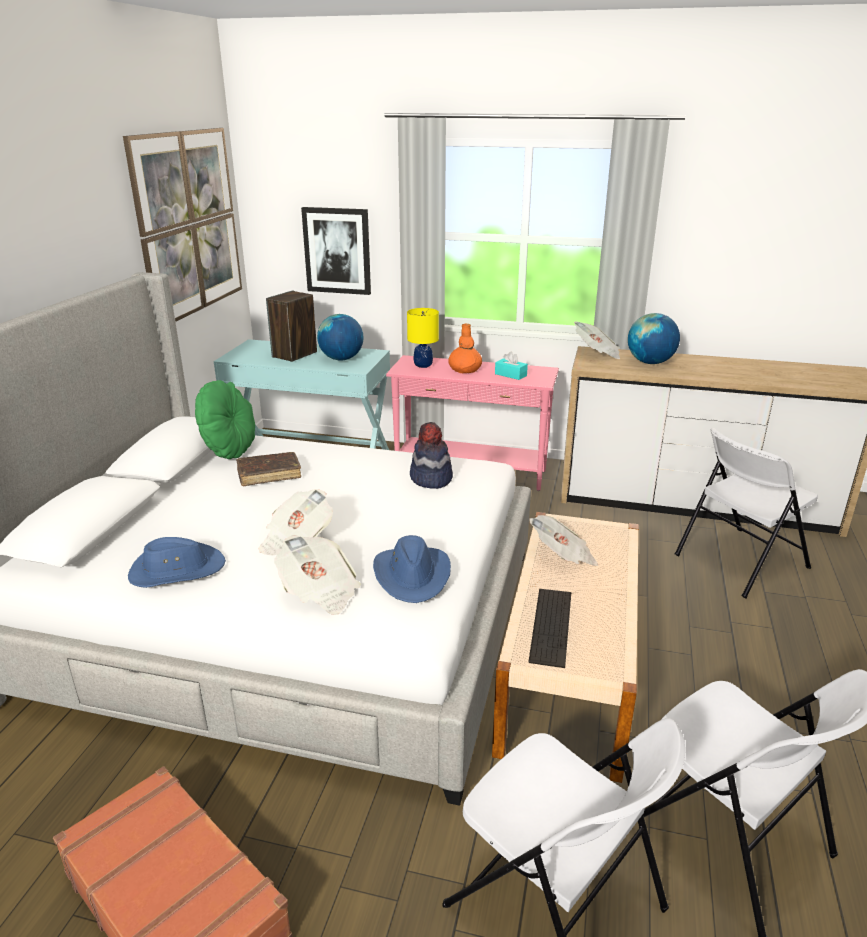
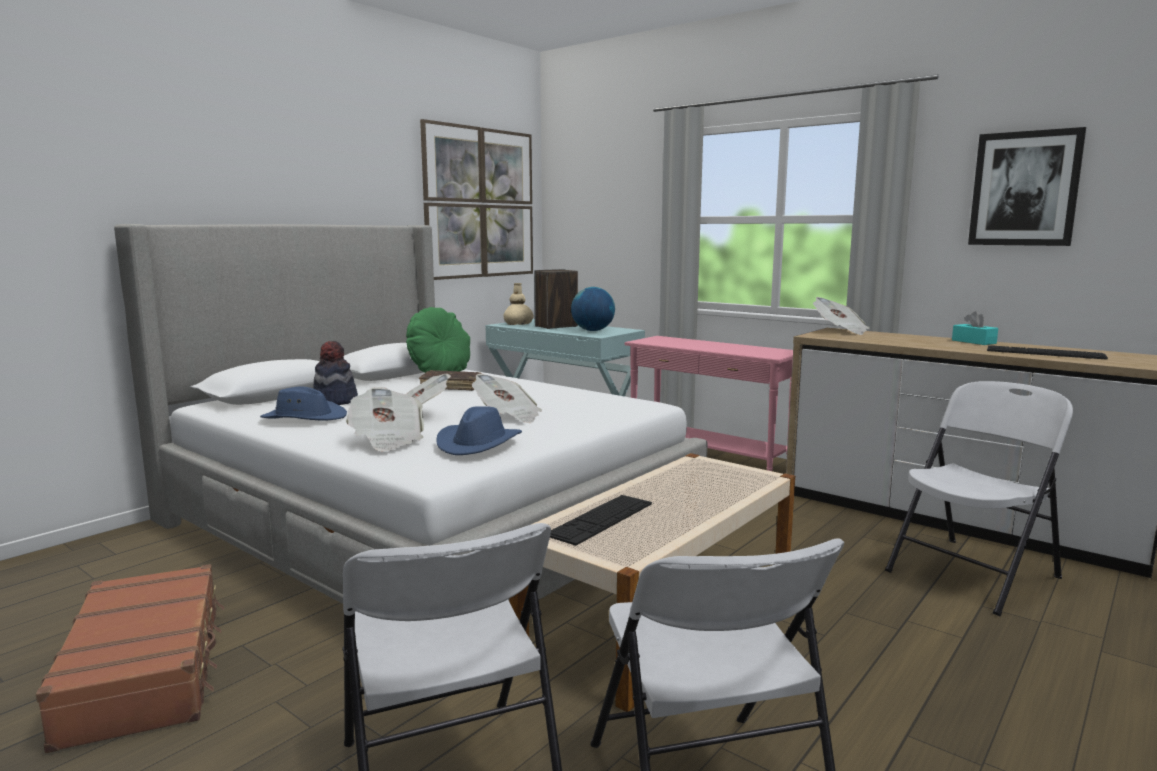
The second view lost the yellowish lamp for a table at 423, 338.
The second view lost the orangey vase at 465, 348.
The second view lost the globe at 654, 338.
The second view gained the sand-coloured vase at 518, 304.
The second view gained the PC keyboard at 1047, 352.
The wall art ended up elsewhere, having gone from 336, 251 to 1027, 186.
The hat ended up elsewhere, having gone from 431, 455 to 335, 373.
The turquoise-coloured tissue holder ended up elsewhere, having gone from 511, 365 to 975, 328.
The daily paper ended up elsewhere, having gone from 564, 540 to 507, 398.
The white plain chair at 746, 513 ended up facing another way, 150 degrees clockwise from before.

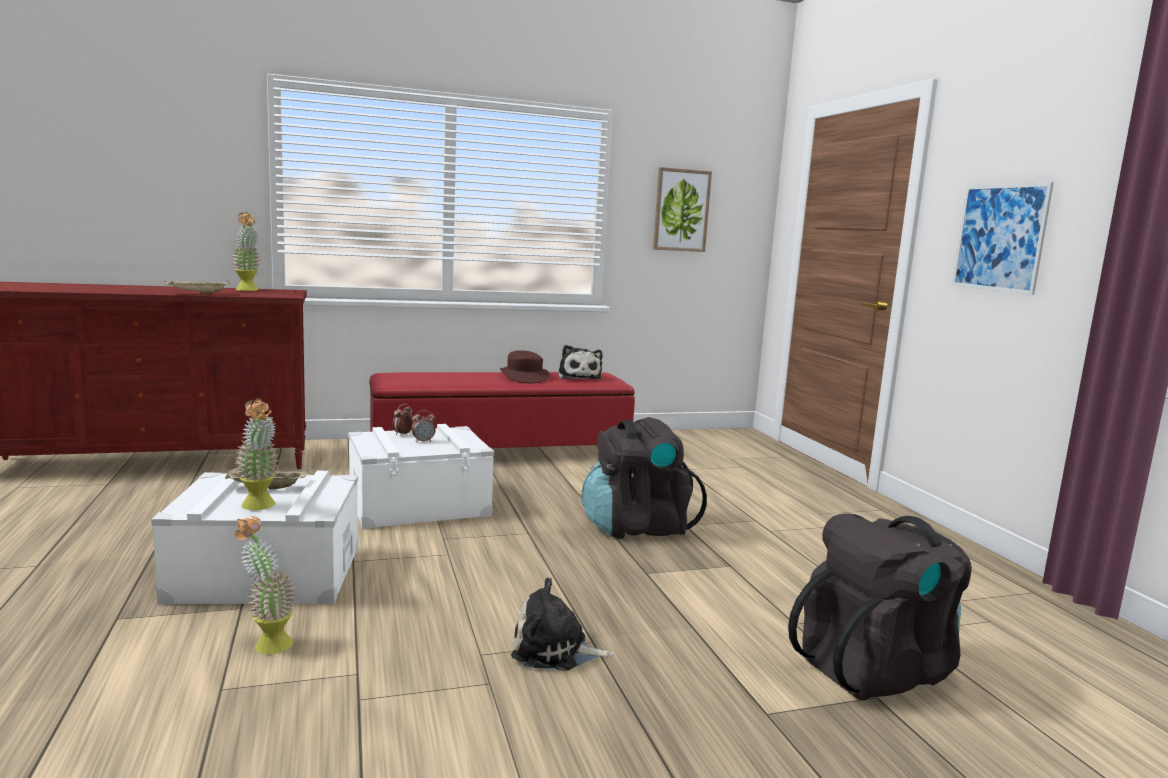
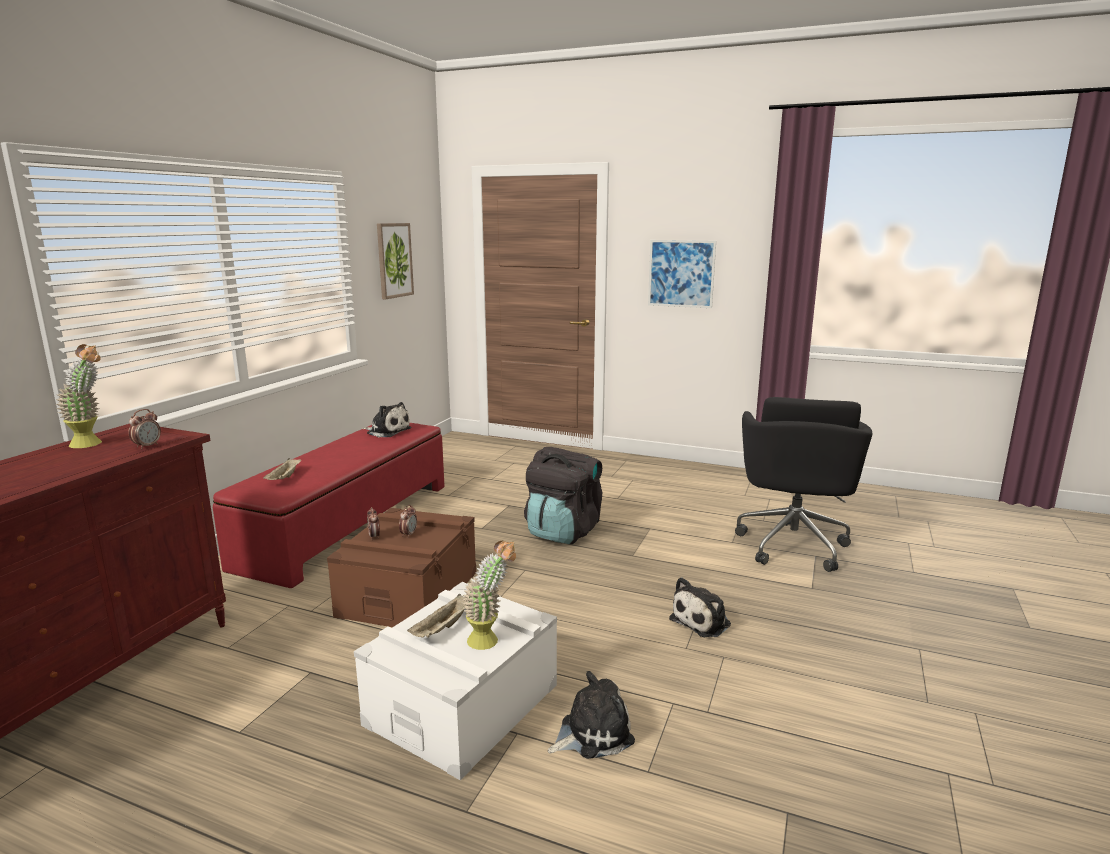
The second view lost the brownish hat at 524, 366.
The second view gained the table clock at 144, 429.
The sand-coloured tray ended up elsewhere, having gone from 197, 287 to 282, 469.
Where the plant in a pot stood at 265, 585, the plush toy came to stand at 591, 715.
Where the black backpack stood at 880, 606, the black office chair came to stand at 803, 484.
What was the white storage container at 421, 476 turned into the brownish storage container at 401, 567.

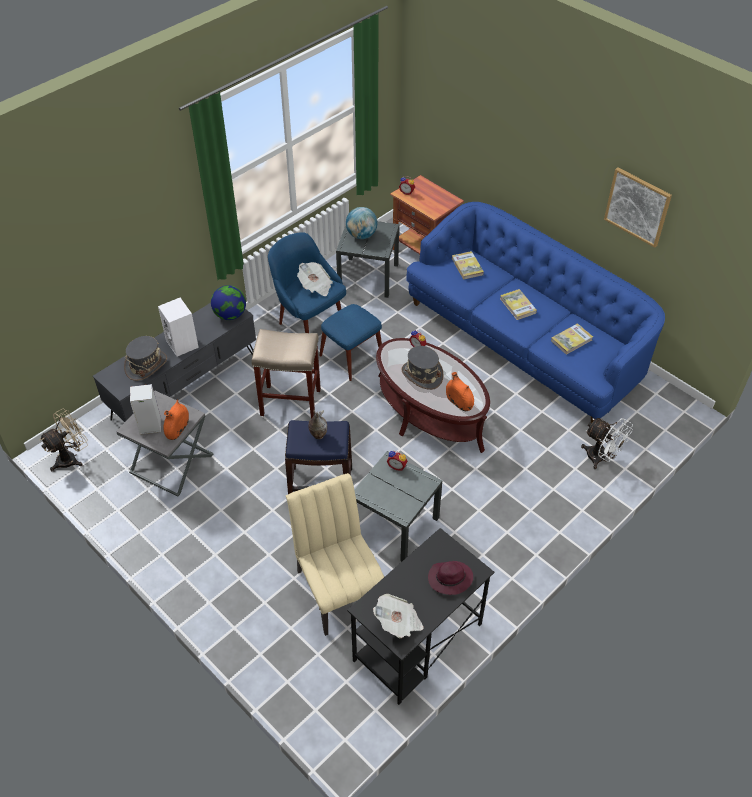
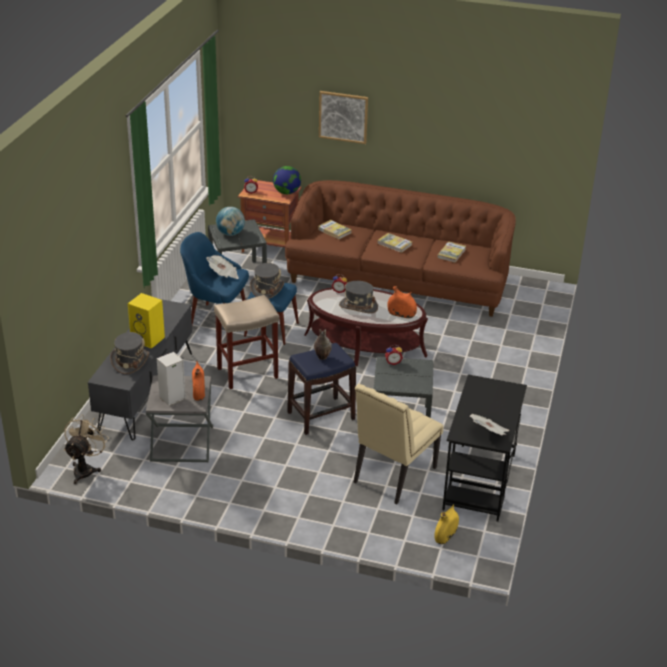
The second view lost the purplish hat at 450, 578.
The second view lost the white electric fan at 607, 443.
The second view gained the grey hat at 267, 281.
The second view gained the yellowish vase at 446, 524.
The globe ended up elsewhere, having gone from 228, 302 to 287, 180.
The wall art ended up elsewhere, having gone from 638, 207 to 343, 117.
What was the white speaker at 178, 327 turned into the yellowish speaker at 146, 321.
What was the bluish couch at 535, 312 turned into the brownish couch at 400, 248.
The sand-coloured plain chair at 335, 554 ended up facing another way, 90 degrees counterclockwise from before.

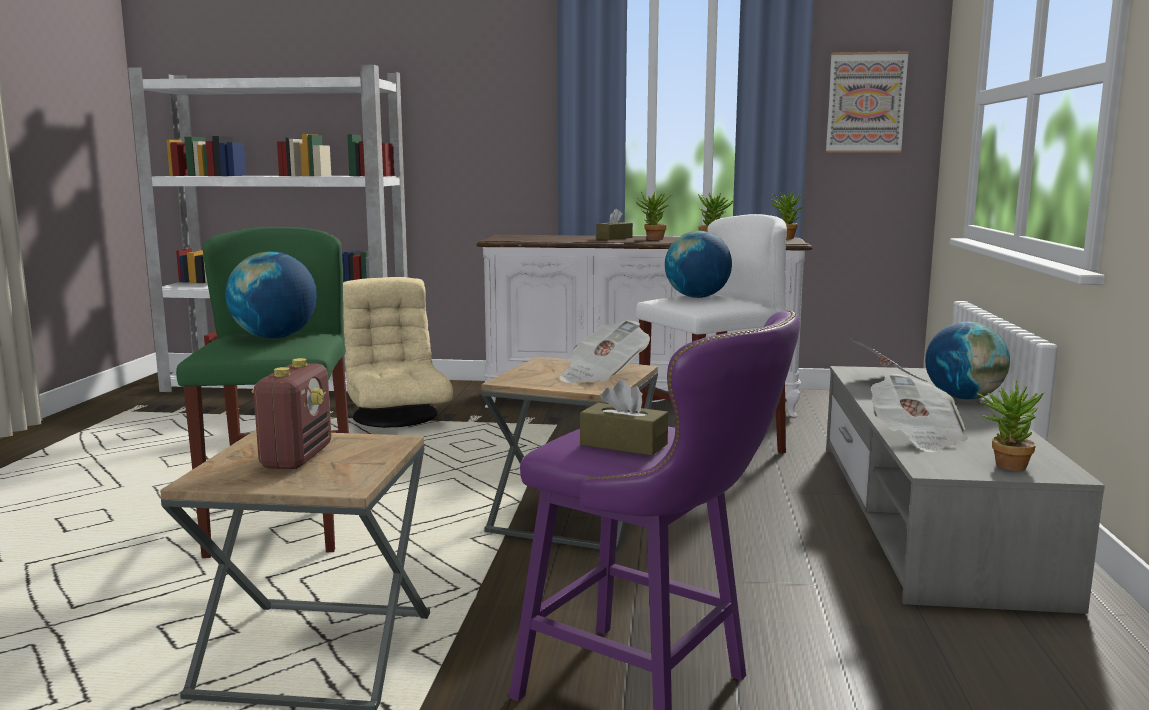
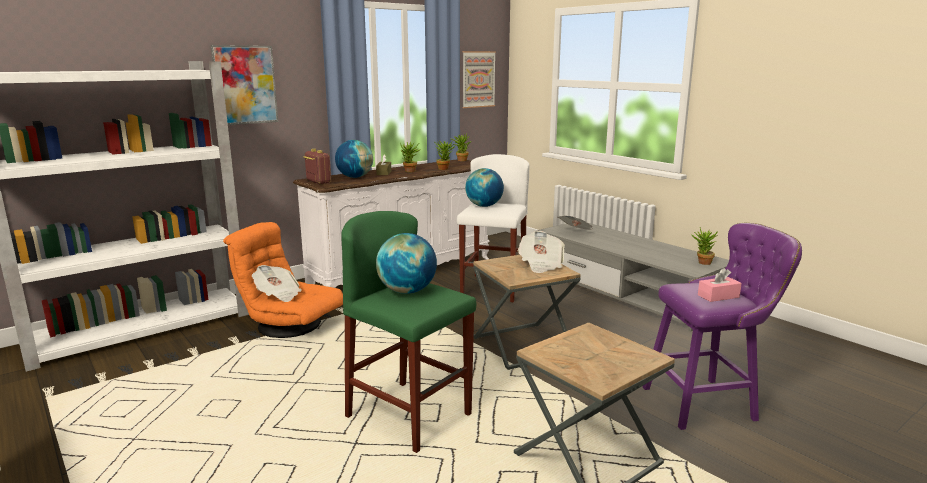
The second view gained the wall art at 244, 85.
The radio set ended up elsewhere, having gone from 291, 413 to 317, 166.
The daily paper ended up elsewhere, having gone from 919, 413 to 277, 283.
The globe ended up elsewhere, having gone from 967, 360 to 354, 159.
What was the sand-coloured armchair at 398, 352 turned into the orangey armchair at 283, 280.
What was the brownish tissue holder at 624, 418 turned into the pinkish tissue holder at 720, 285.

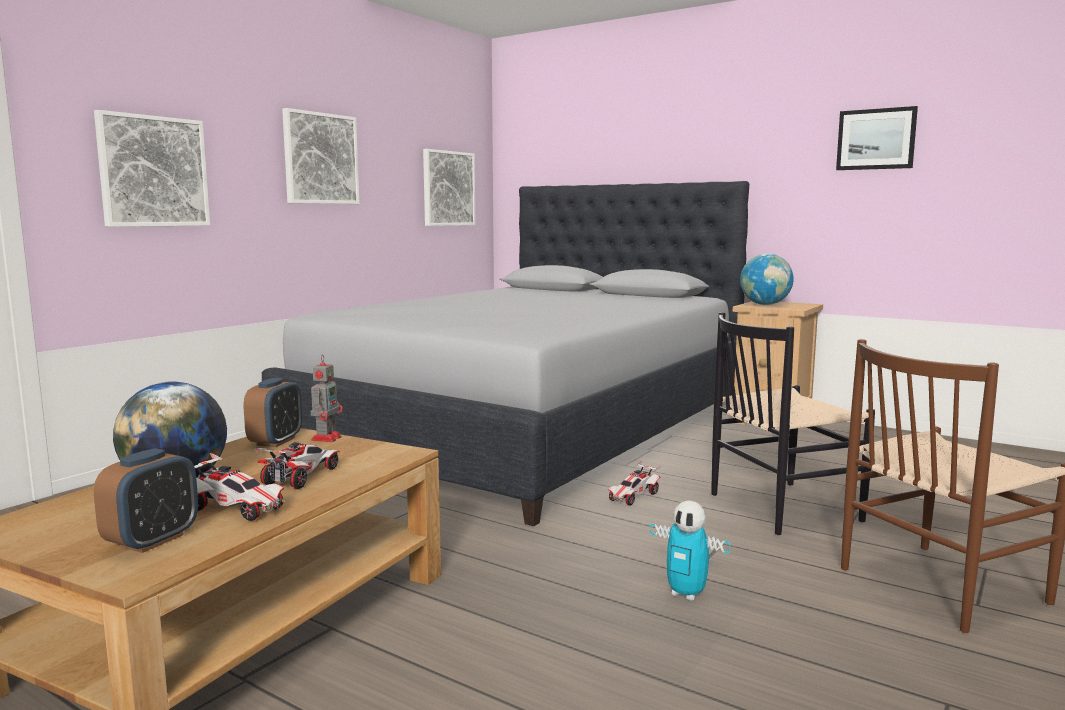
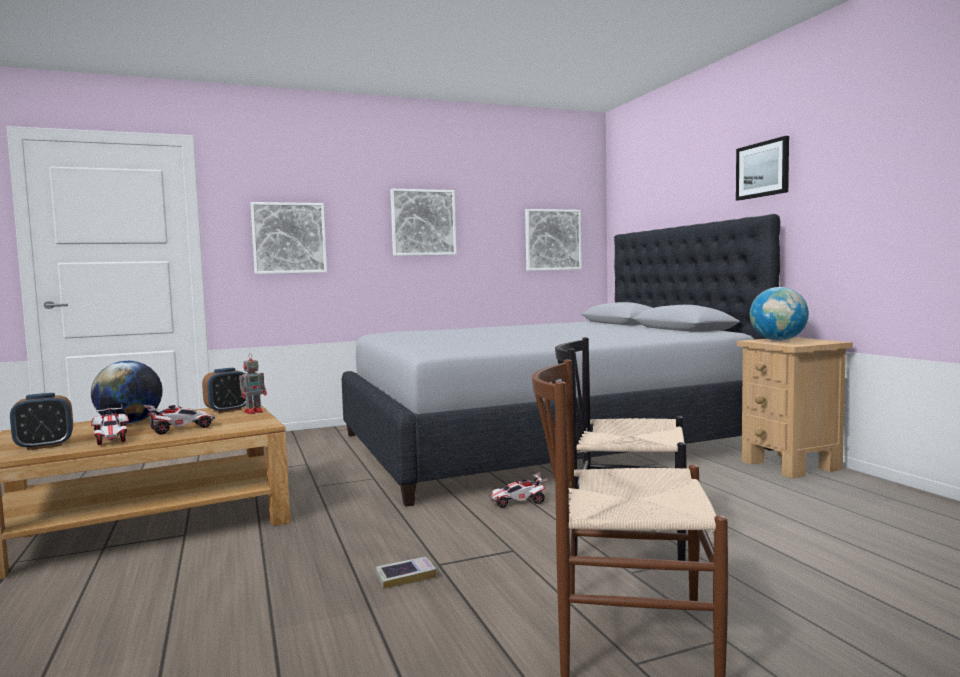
The wall art ended up elsewhere, having gone from 877, 138 to 762, 168.
Where the robot figure stood at 690, 551, the book came to stand at 406, 573.

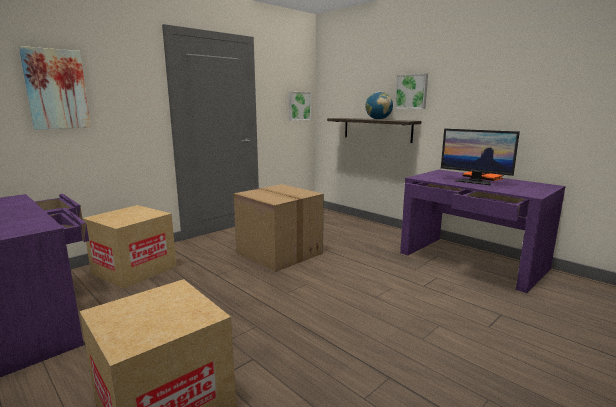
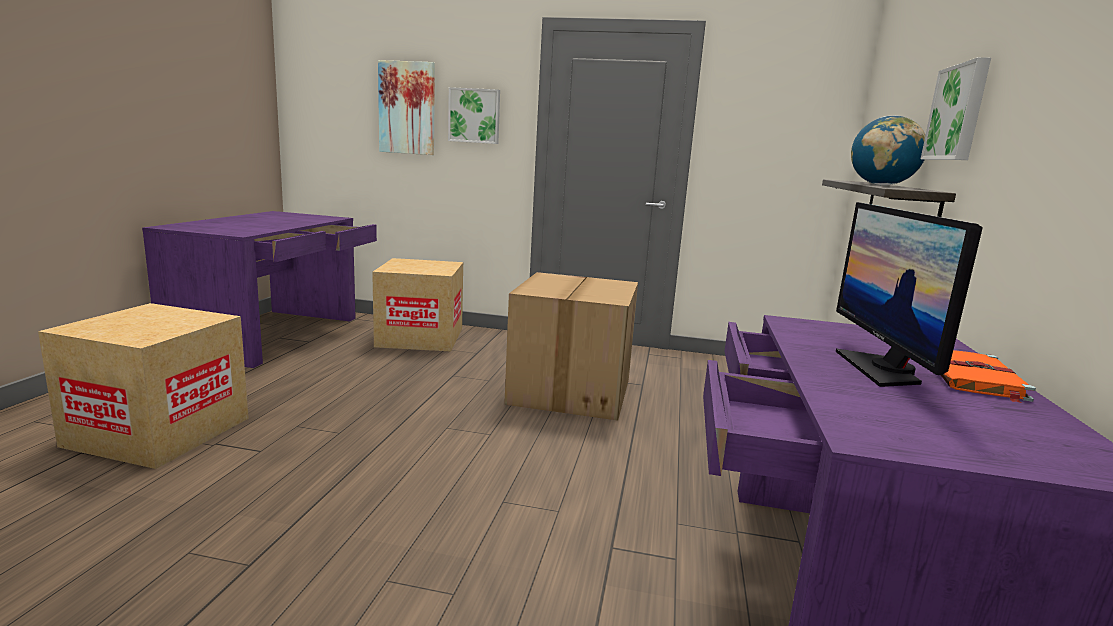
The wall art ended up elsewhere, having gone from 300, 106 to 474, 115.

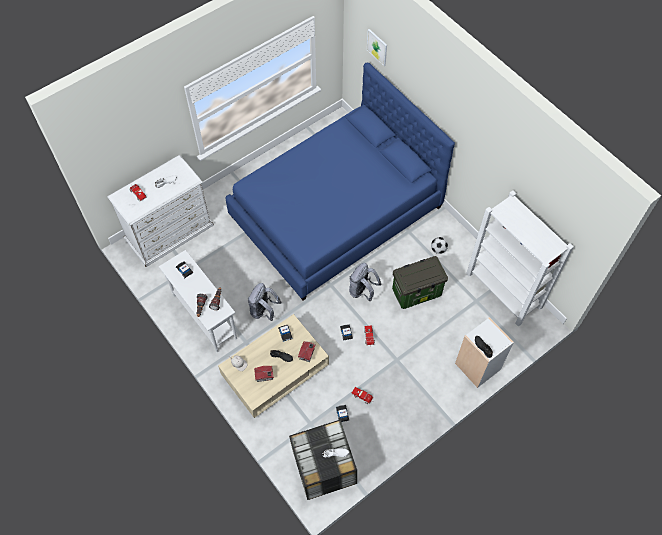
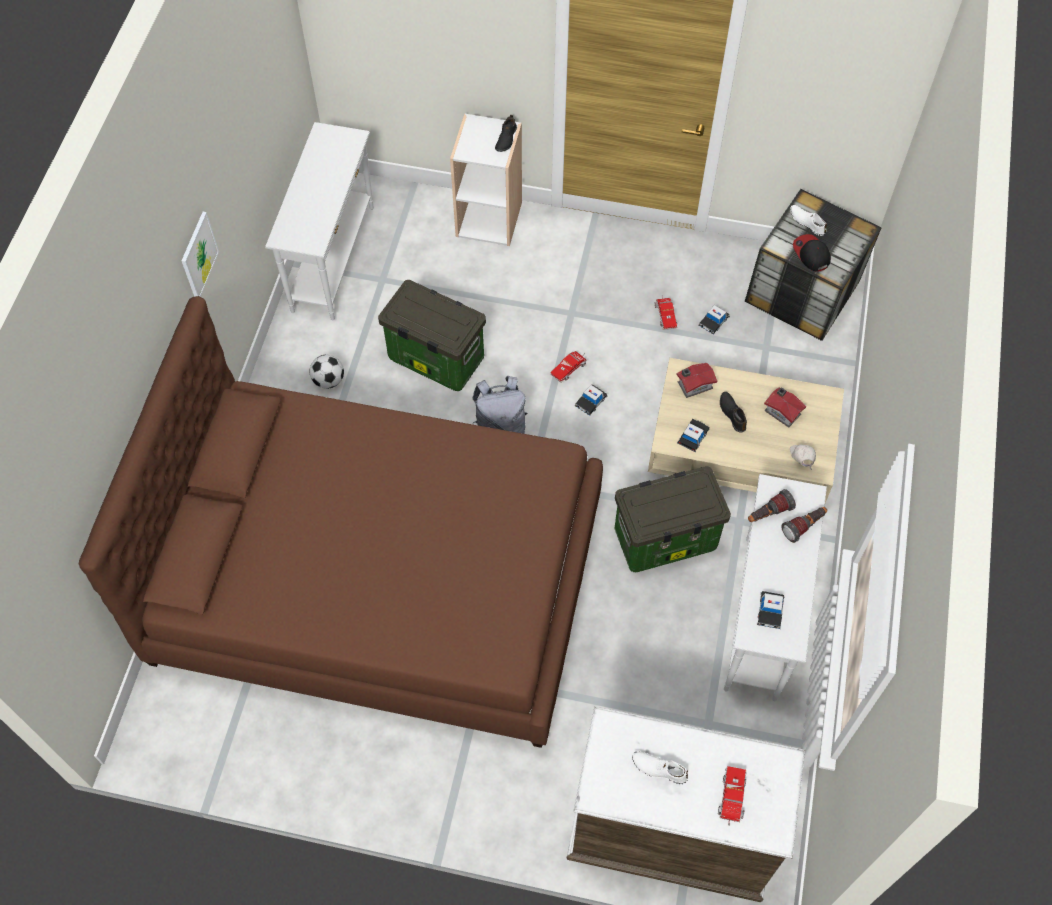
The second view gained the baseball cap at 812, 253.
The wall art ended up elsewhere, having gone from 377, 47 to 200, 254.
Where the grey backpack stood at 265, 302, the storage container came to stand at 672, 519.
Where the white bookshelf stood at 520, 258, the white console table came to stand at 319, 221.
What was the bluish bedroom bed at 340, 182 turned into the brownish bedroom bed at 341, 522.

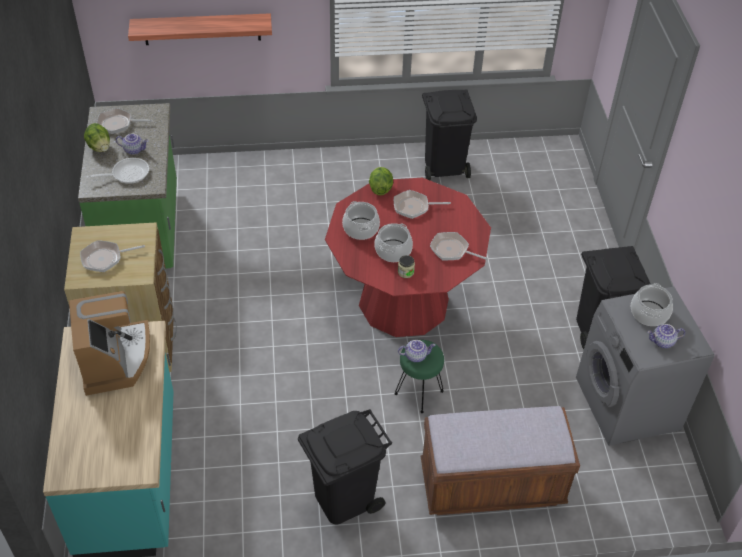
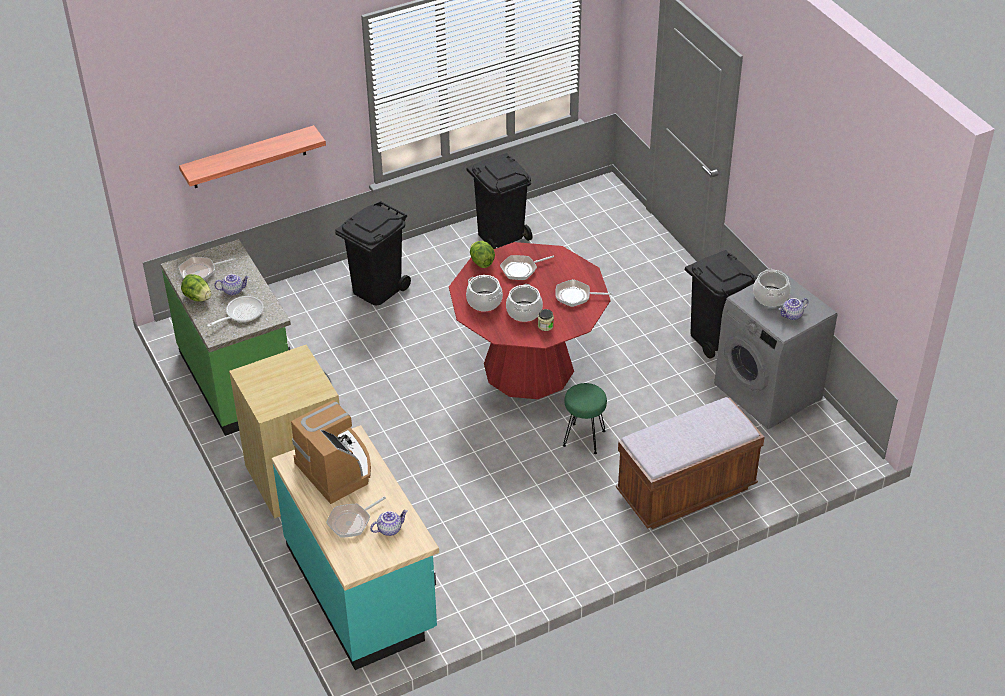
The frying pan ended up elsewhere, having gone from 112, 256 to 356, 517.
The black waste bin ended up elsewhere, having gone from 345, 466 to 373, 253.
The pot for tea ended up elsewhere, having gone from 417, 351 to 389, 523.

